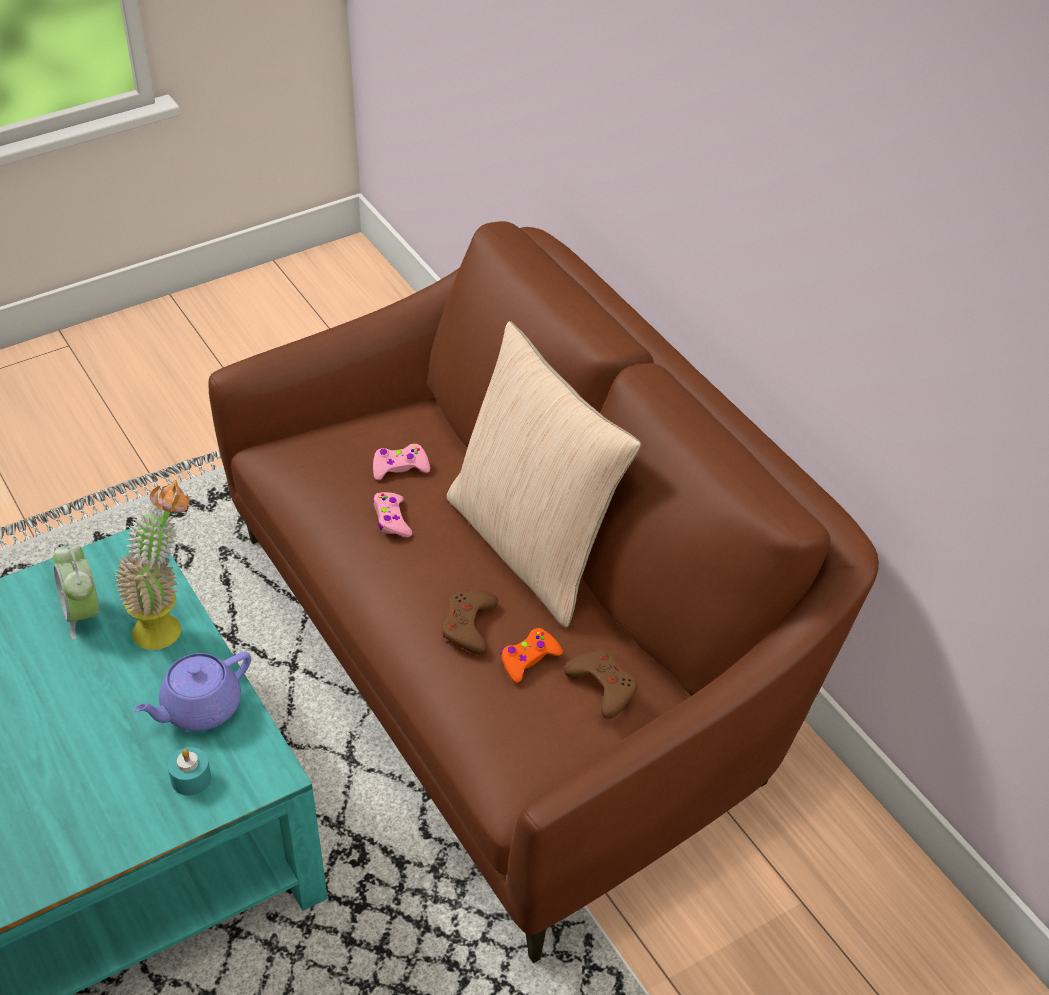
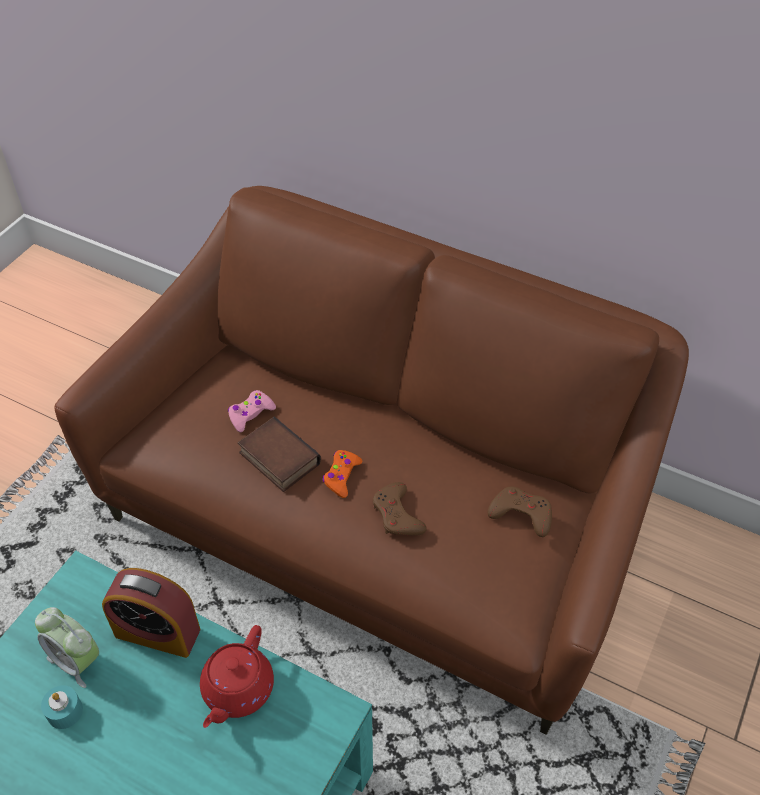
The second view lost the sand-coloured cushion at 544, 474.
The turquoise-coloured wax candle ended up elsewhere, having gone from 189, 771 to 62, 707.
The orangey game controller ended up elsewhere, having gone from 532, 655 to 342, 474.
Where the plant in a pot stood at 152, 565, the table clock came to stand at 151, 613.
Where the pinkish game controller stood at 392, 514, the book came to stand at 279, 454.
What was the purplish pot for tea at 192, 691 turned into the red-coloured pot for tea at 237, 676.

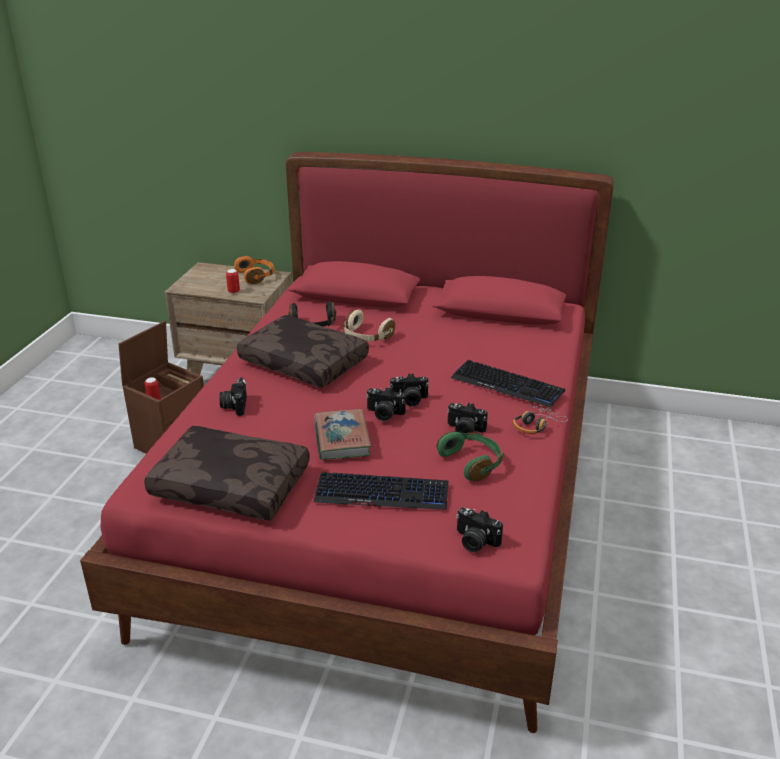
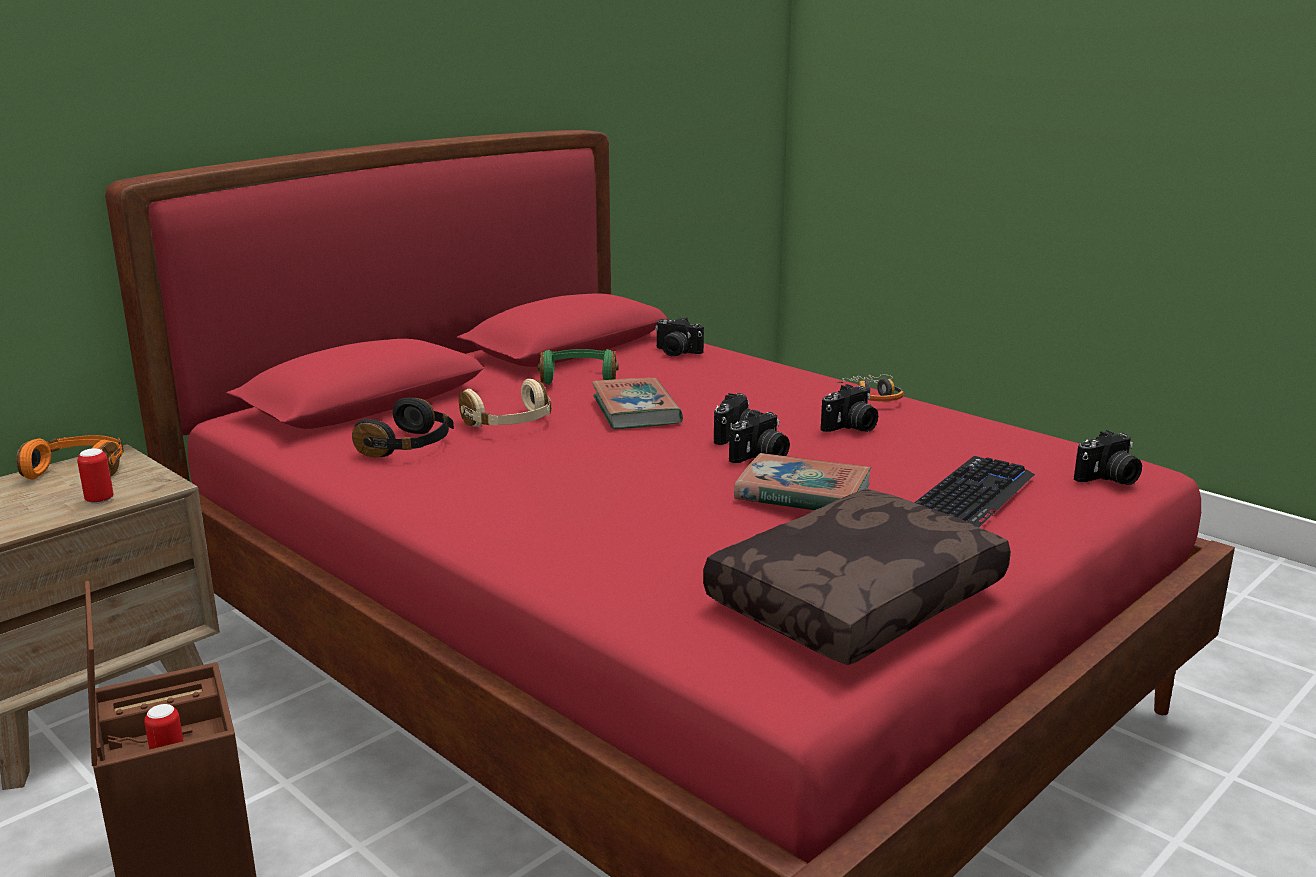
The second view lost the brownish cushion at 303, 351.
The second view lost the PC keyboard at 508, 383.
The second view gained the book at 637, 403.
The photo camera ended up elsewhere, having gone from 233, 396 to 679, 336.
The green pair of headphones ended up elsewhere, having gone from 470, 456 to 578, 367.

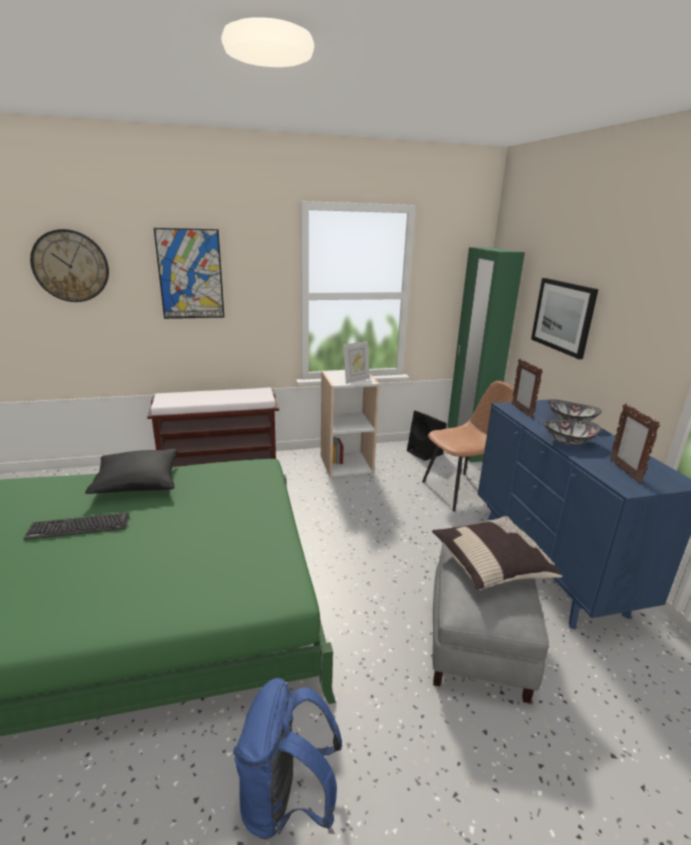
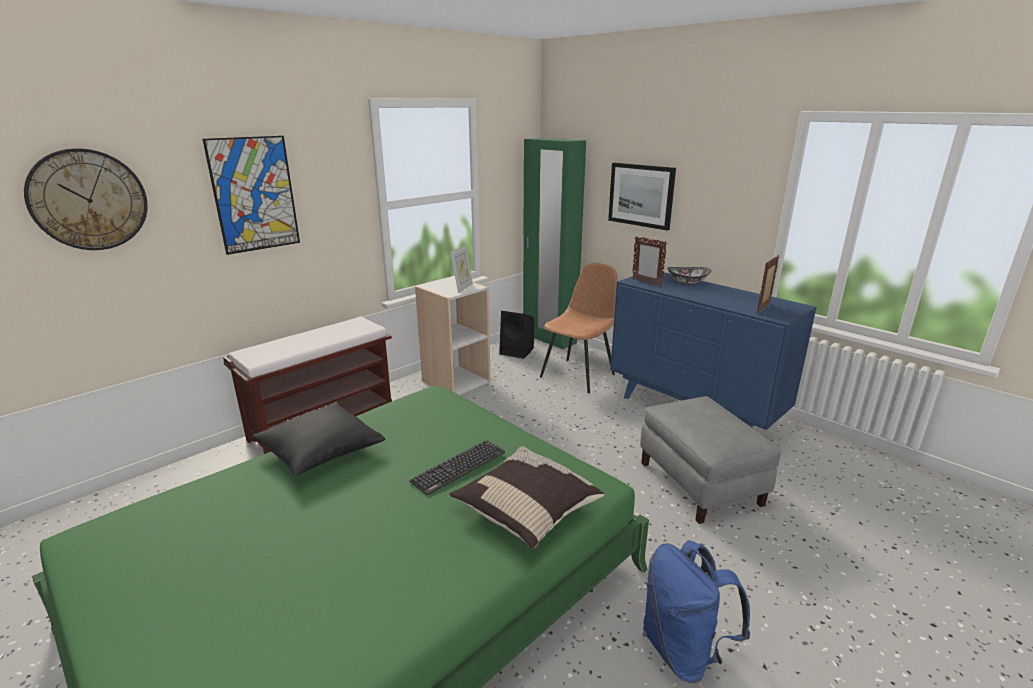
The second view lost the deep dish at 572, 432.
The PC keyboard ended up elsewhere, having gone from 77, 526 to 457, 467.
The cushion ended up elsewhere, having gone from 497, 553 to 527, 497.
The standing frame at 635, 443 ended up facing another way, 75 degrees clockwise from before.

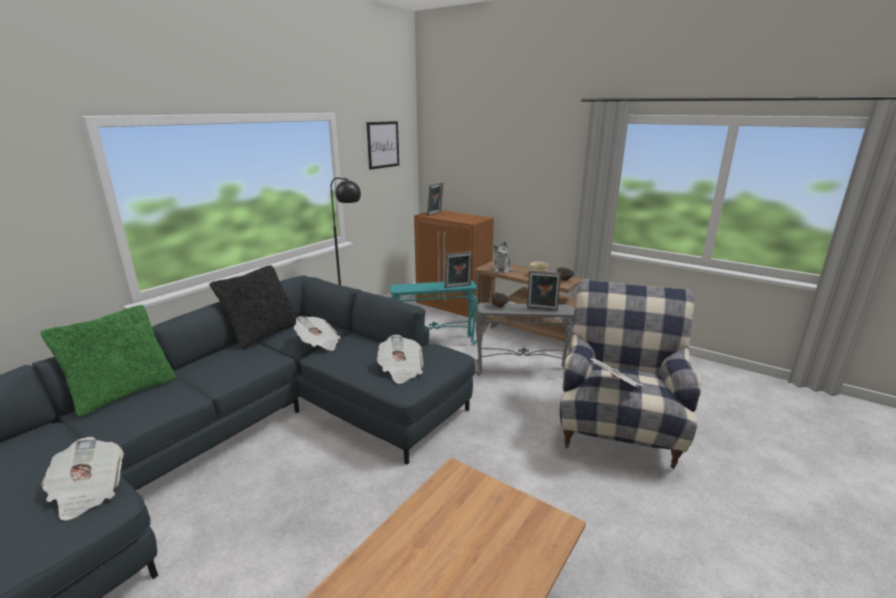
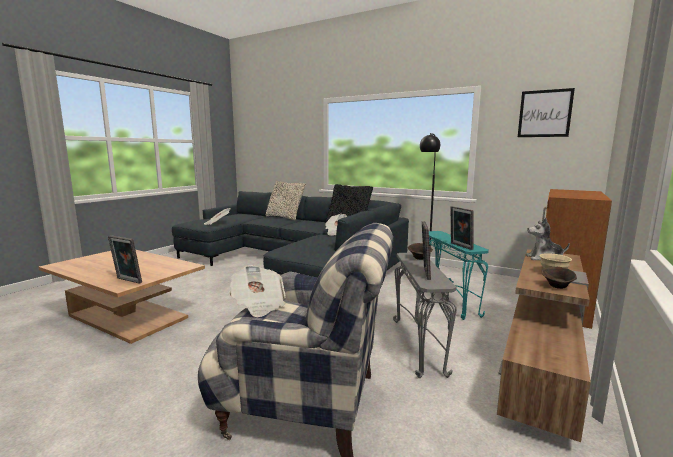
The second view lost the daily paper at 400, 359.
The standing frame ended up elsewhere, having gone from 435, 199 to 125, 259.
What was the green cushion at 108, 361 turned into the sand-coloured cushion at 286, 200.

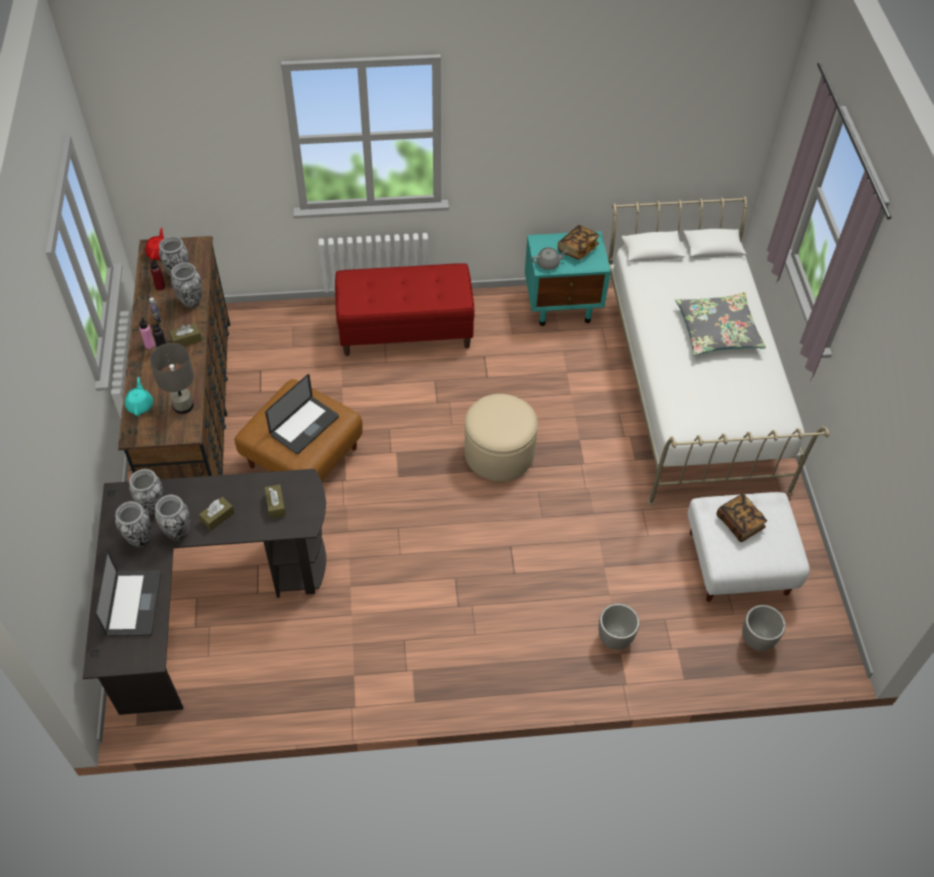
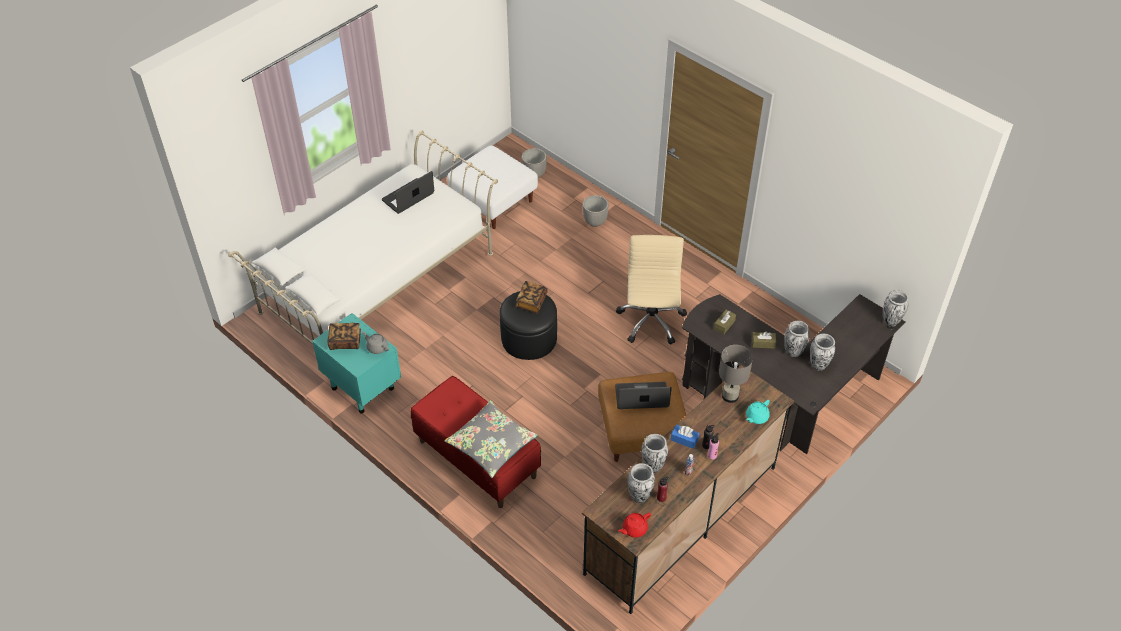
The second view gained the sand-coloured office chair at 651, 290.
The notebook computer ended up elsewhere, having gone from 128, 592 to 408, 192.
The vase ended up elsewhere, having gone from 146, 492 to 896, 308.
The grey cushion ended up elsewhere, having gone from 720, 324 to 491, 439.
The book ended up elsewhere, having gone from 742, 517 to 531, 297.
What was the brownish tissue holder at 185, 334 turned into the bluish tissue holder at 685, 436.
What was the sand-coloured pouffe at 501, 438 turned into the black pouffe at 528, 325.

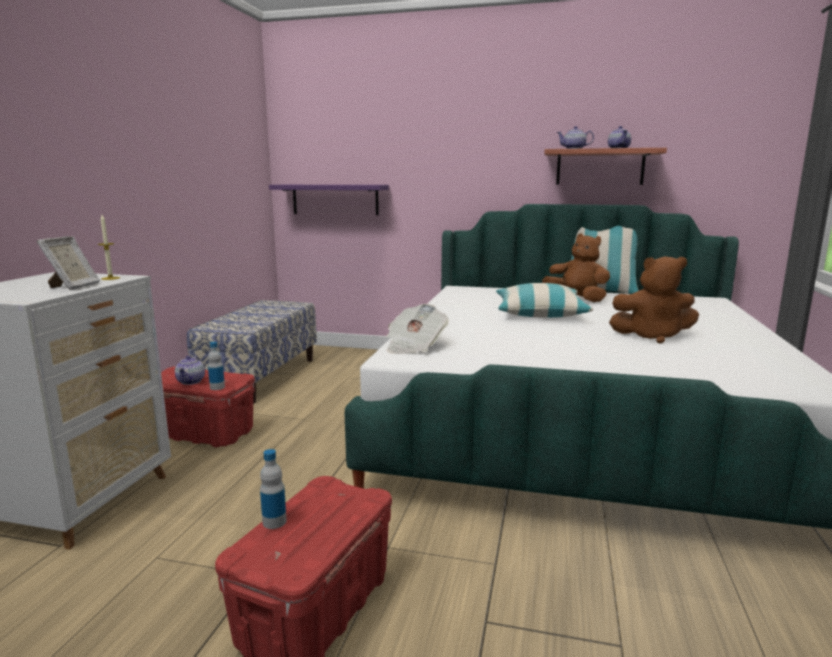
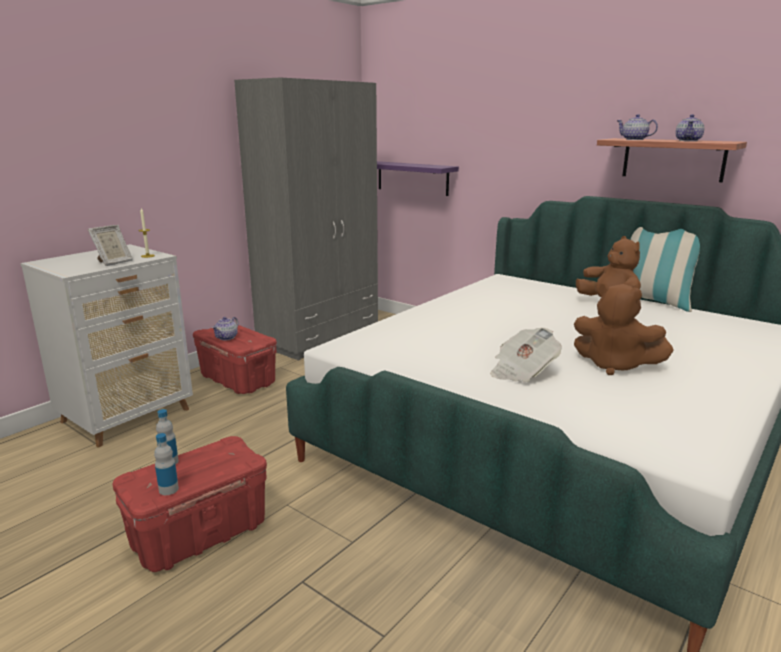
The second view lost the cushion at 544, 300.
The beverage bottle ended up elsewhere, having gone from 216, 366 to 166, 464.
The daily paper ended up elsewhere, having gone from 417, 329 to 526, 355.
Where the indoor bench stood at 252, 351, the grey armoire came to stand at 306, 218.

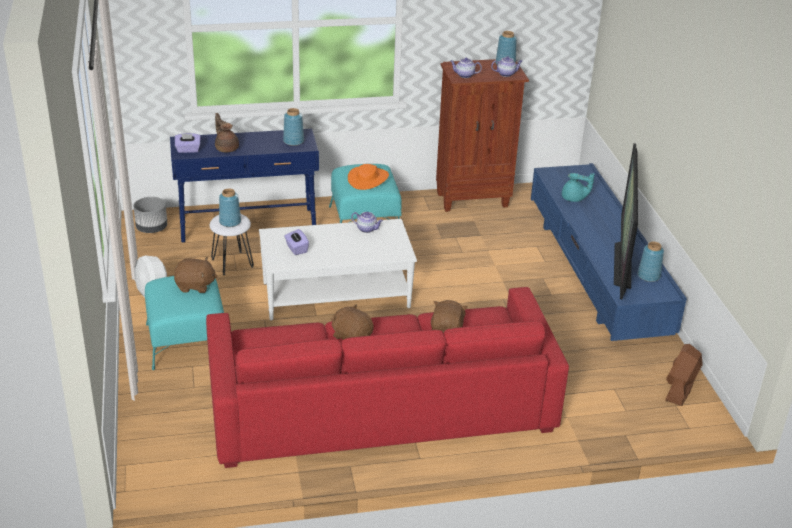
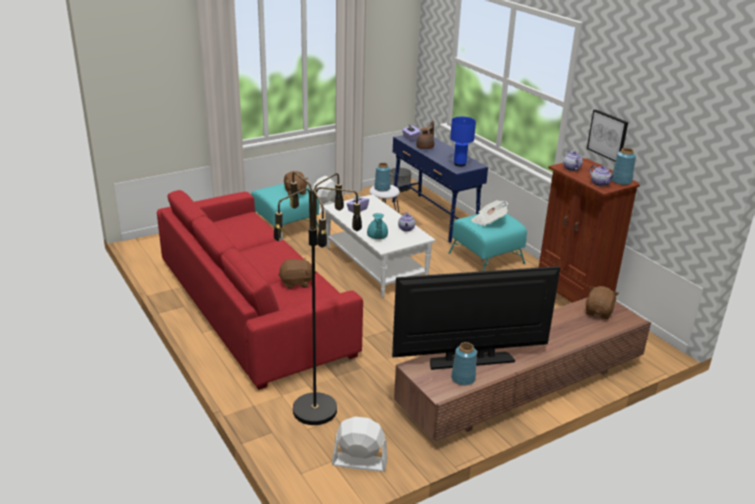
The second view gained the floor lamp at 318, 298.
The second view gained the wall art at 607, 135.
The brownish plush toy ended up elsewhere, having gone from 352, 322 to 602, 302.
The turquoise-coloured pot for tea ended up elsewhere, having gone from 578, 187 to 377, 226.
Where the bluish vase stood at 293, 127, the bluish lamp for a table came to stand at 463, 142.
Where the orangey hat stood at 368, 177, the daily paper came to stand at 489, 213.
What was the bluish media console at 609, 252 turned into the brownish media console at 522, 369.
What was the brownish electric fan at 684, 375 turned into the white electric fan at 359, 443.

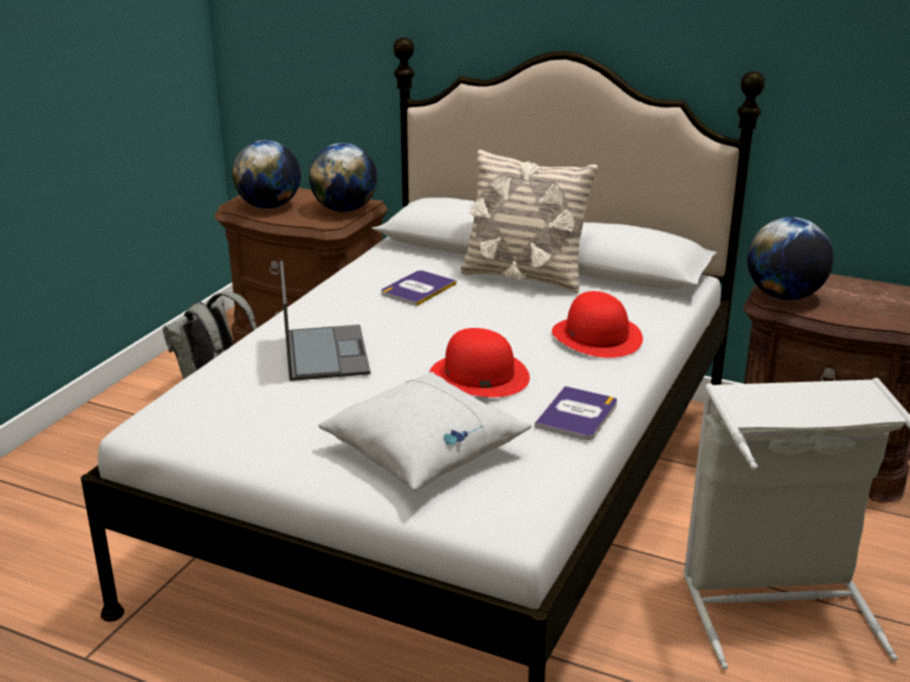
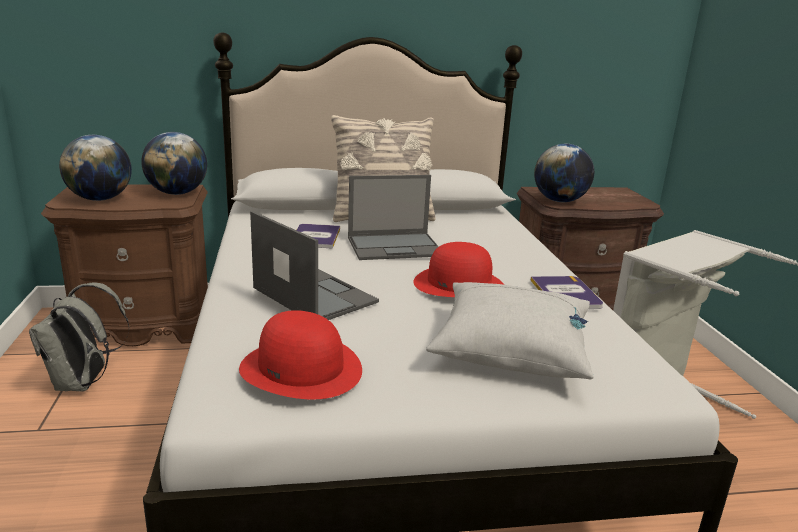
The second view gained the notebook computer at 393, 217.
The red-coloured hat ended up elsewhere, having gone from 597, 324 to 300, 354.

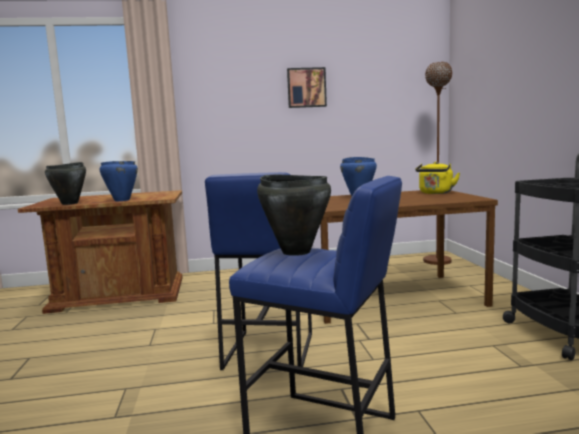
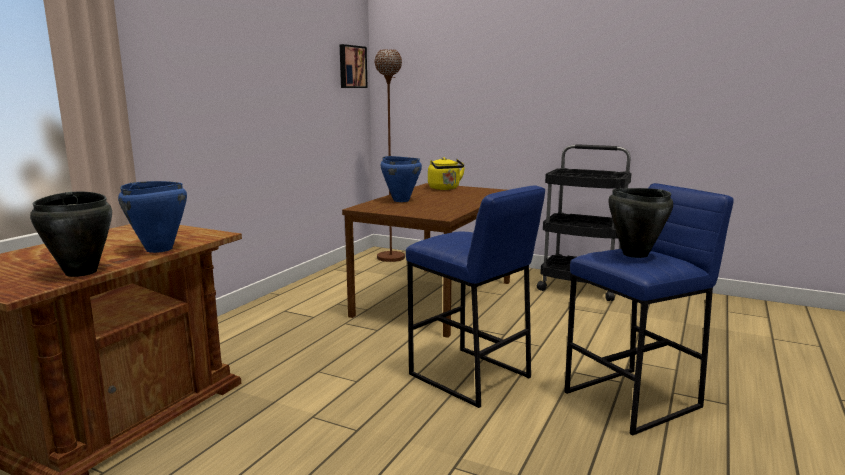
The wall art ended up elsewhere, having gone from 307, 87 to 354, 66.

